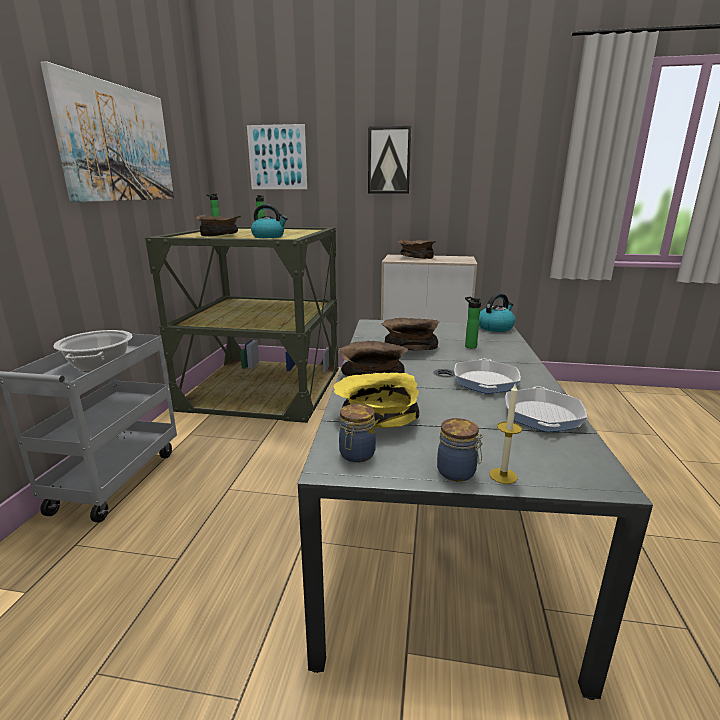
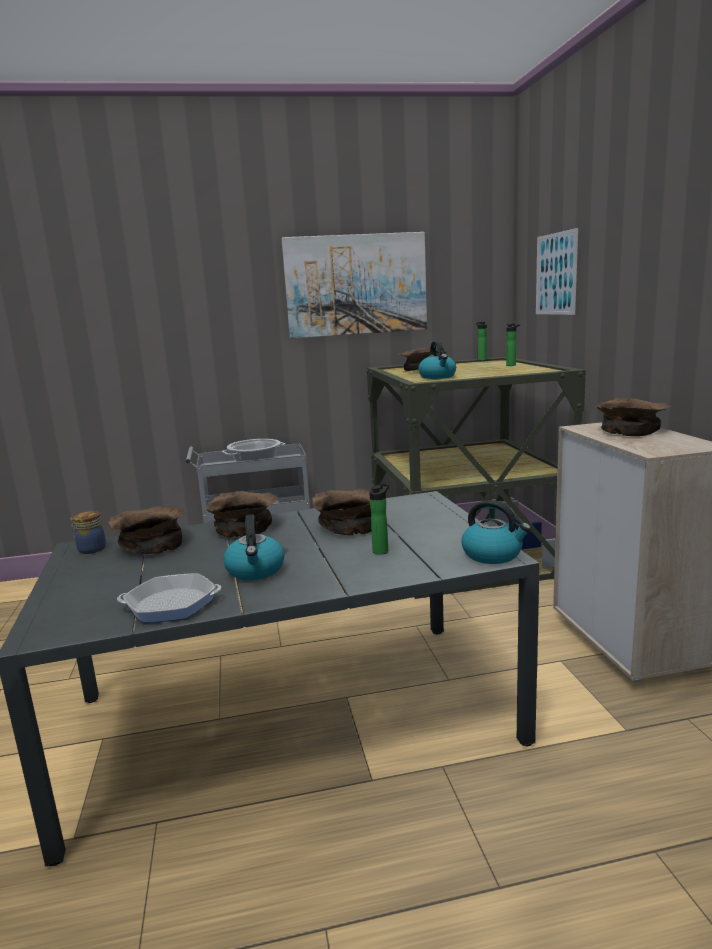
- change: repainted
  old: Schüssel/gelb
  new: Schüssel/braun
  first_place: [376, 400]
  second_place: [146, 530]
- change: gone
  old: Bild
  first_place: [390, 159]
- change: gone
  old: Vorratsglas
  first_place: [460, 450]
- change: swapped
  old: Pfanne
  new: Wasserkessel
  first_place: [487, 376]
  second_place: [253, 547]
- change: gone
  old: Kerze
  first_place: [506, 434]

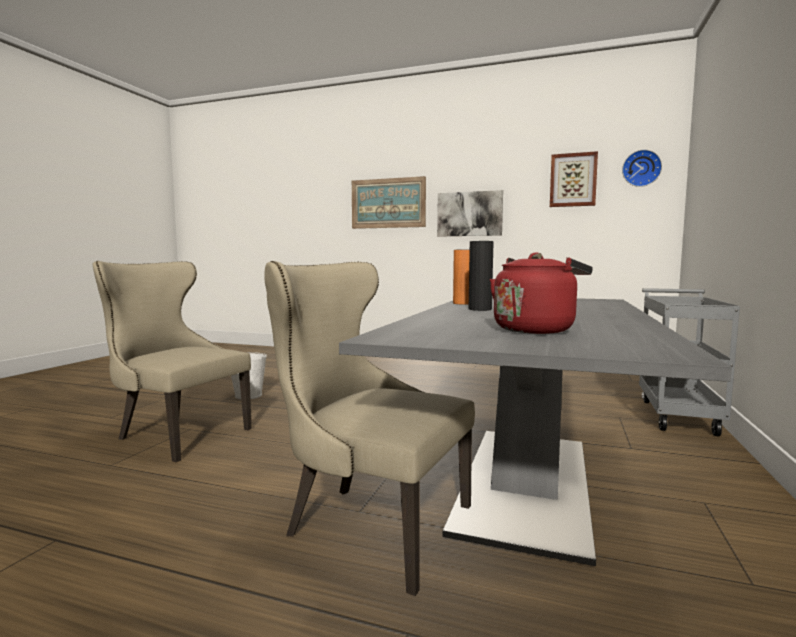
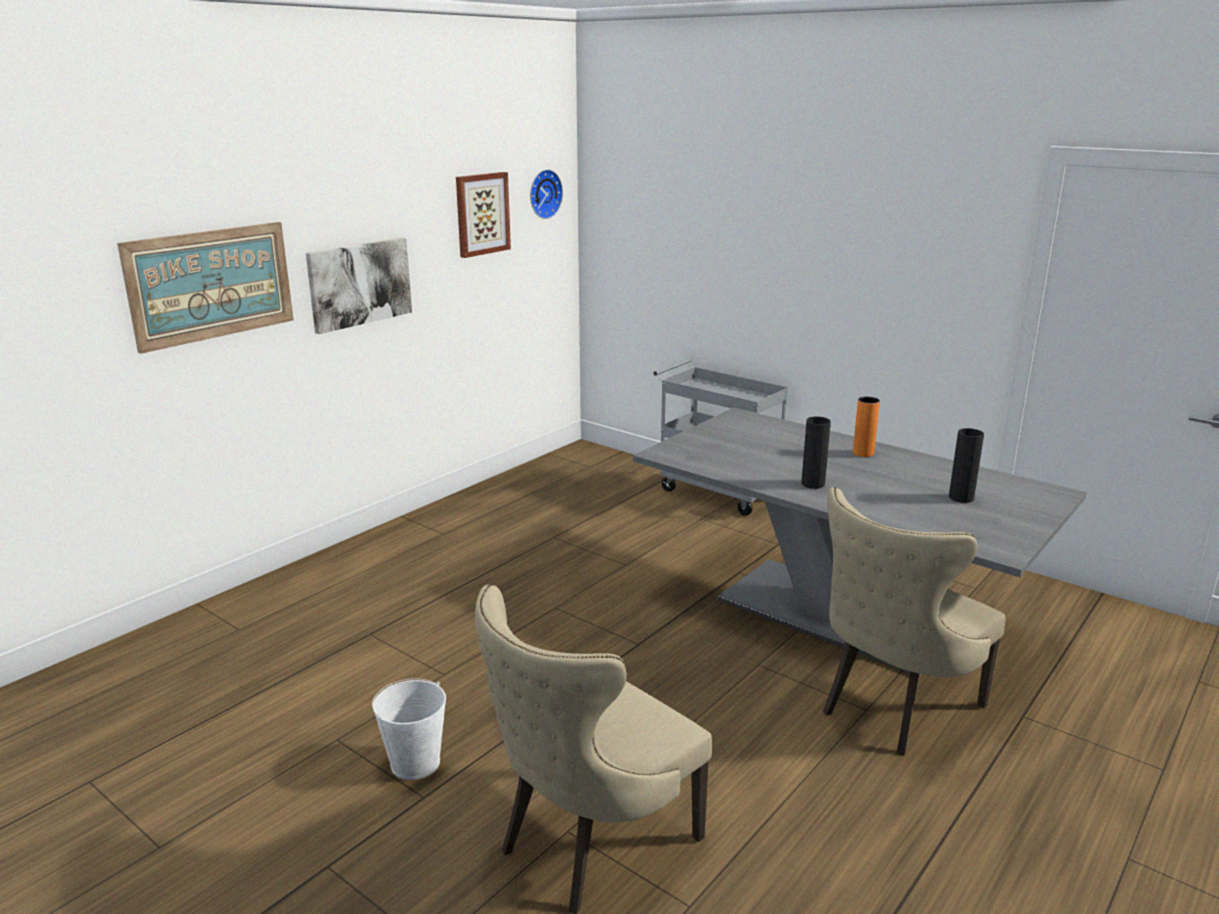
- change: shifted
  old: Vase/orange
  first_place: [461, 276]
  second_place: [866, 427]
- change: swapped
  old: Wasserkessel/rot
  new: Vase/schwarz
  first_place: [541, 293]
  second_place: [966, 465]

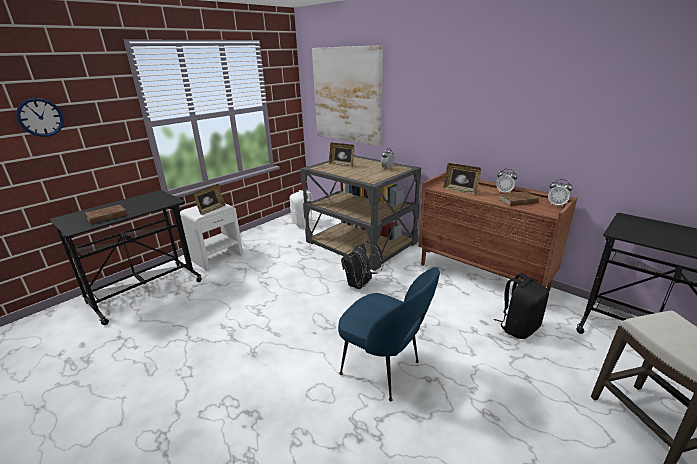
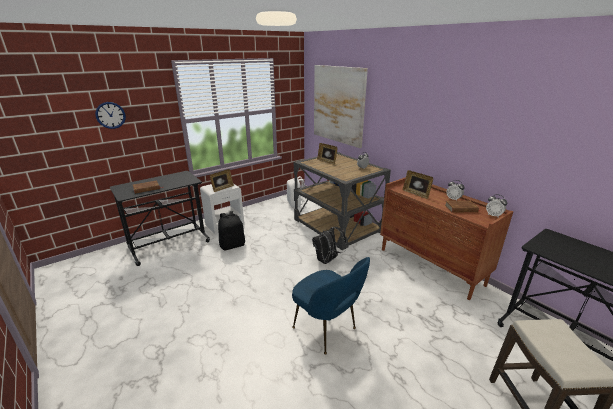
- change: shifted
  old: Rucksack/schwarz
  first_place: [521, 306]
  second_place: [231, 230]

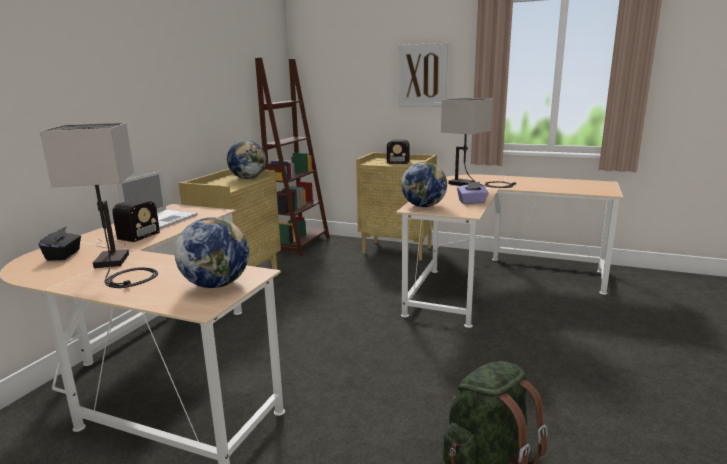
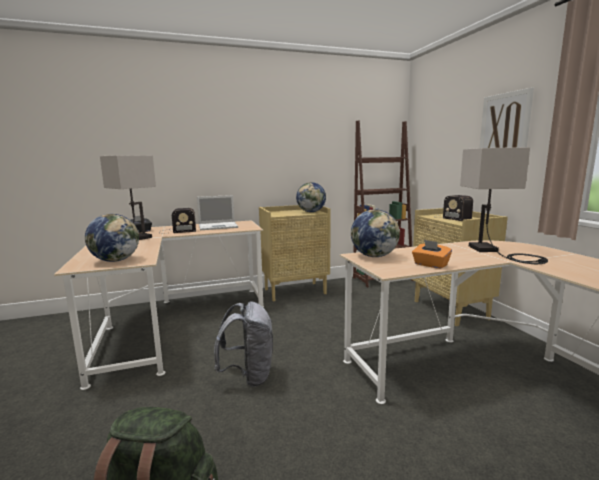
- change: repainted
  old: Taschentuchbox/lila
  new: Taschentuchbox/orange
  first_place: [473, 193]
  second_place: [432, 254]
- change: new
  new: Rucksack/grau
  second_place: [243, 344]

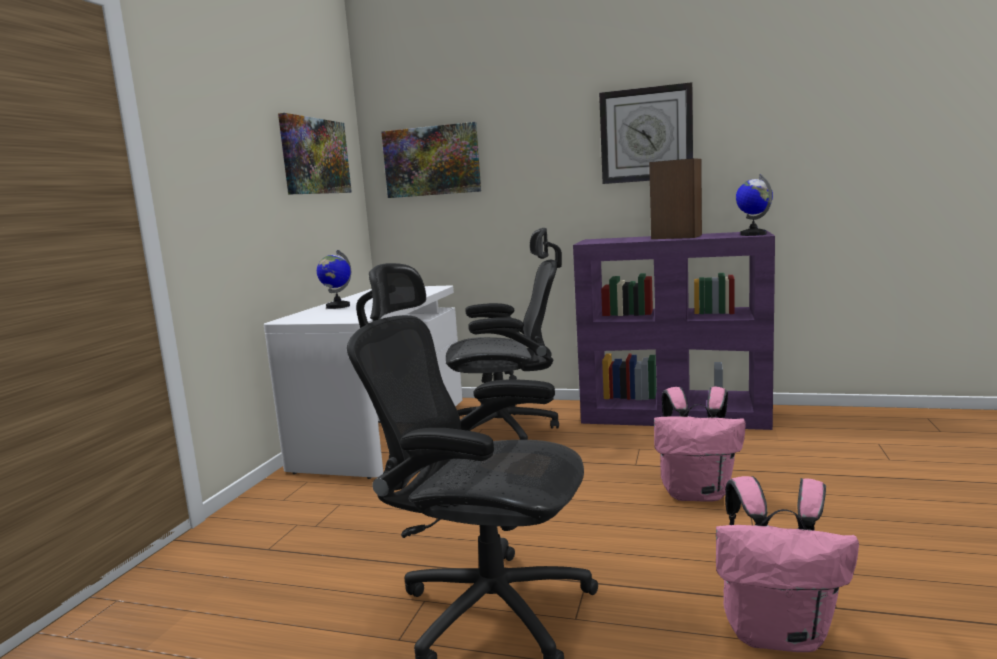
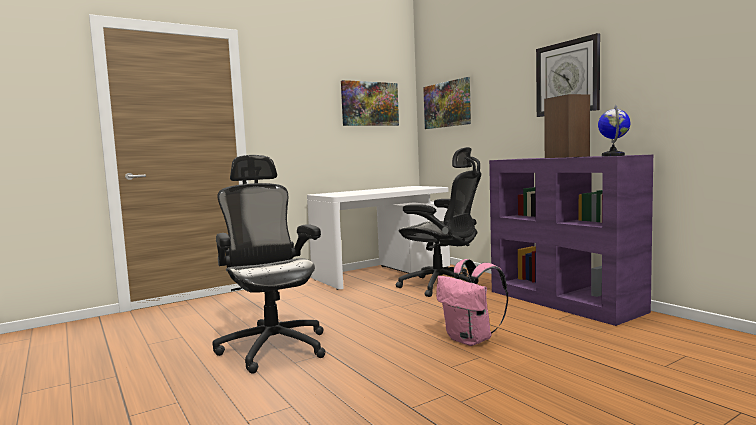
- change: gone
  old: Globus
  first_place: [334, 279]
- change: gone
  old: Rucksack/rosa
  first_place: [787, 564]

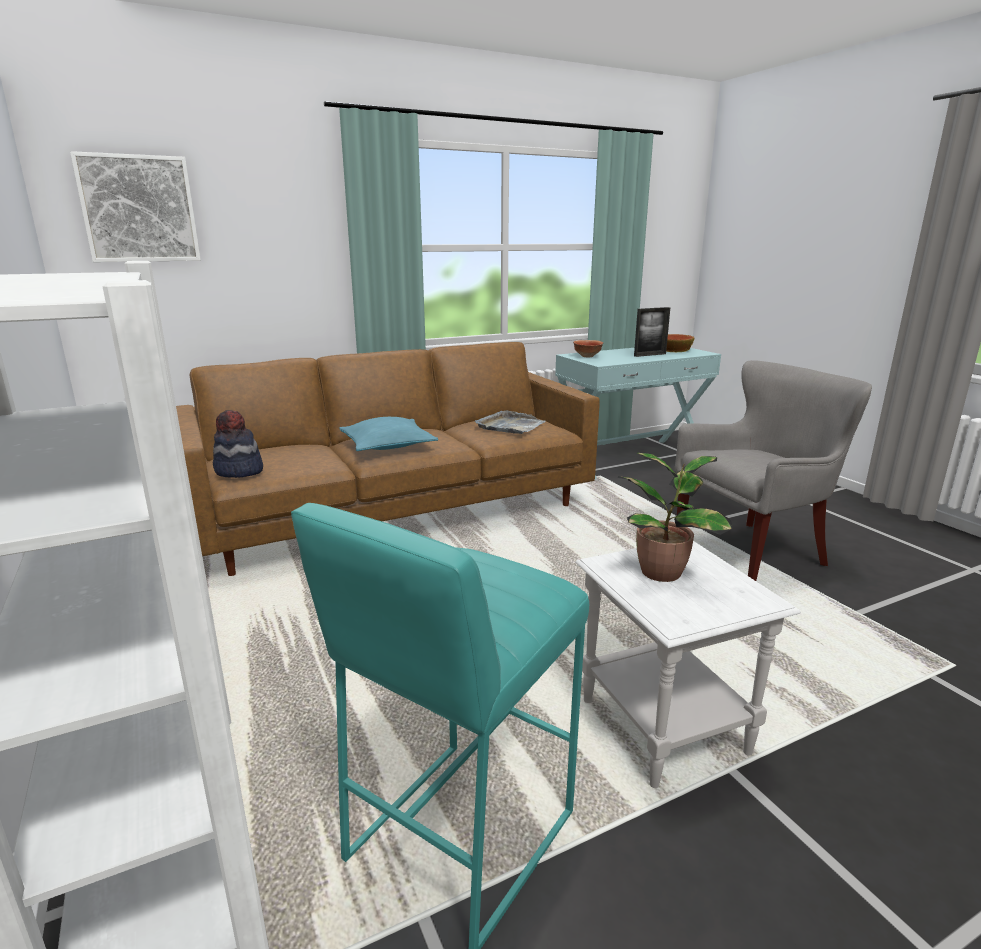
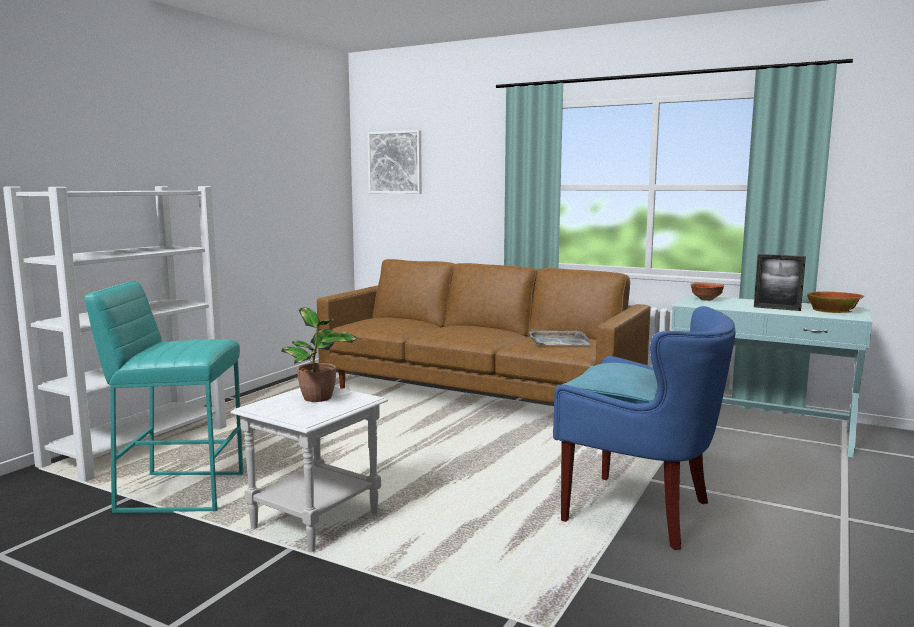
- change: gone
  old: Hut
  first_place: [238, 444]
- change: shifted
  old: Kissen/türkis
  first_place: [388, 434]
  second_place: [610, 382]
- change: repainted
  old: Sessel/grau
  new: Sessel/blau
  first_place: [773, 470]
  second_place: [644, 428]

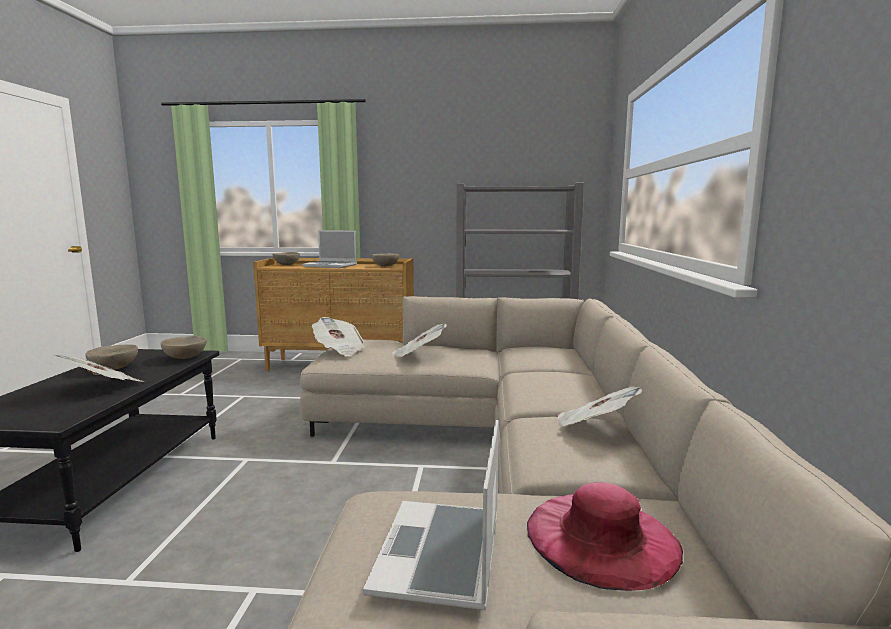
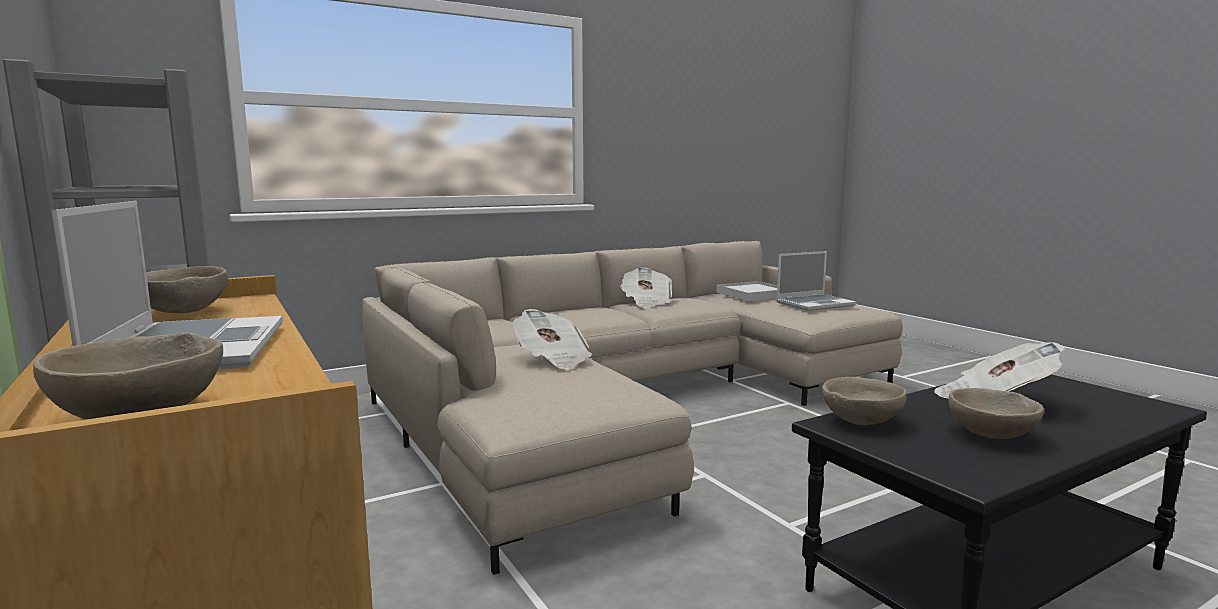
- change: gone
  old: Zeitung
  first_place: [339, 336]
- change: swapped
  old: Hut/rosa
  new: Tablett/weiß
  first_place: [605, 536]
  second_place: [746, 291]

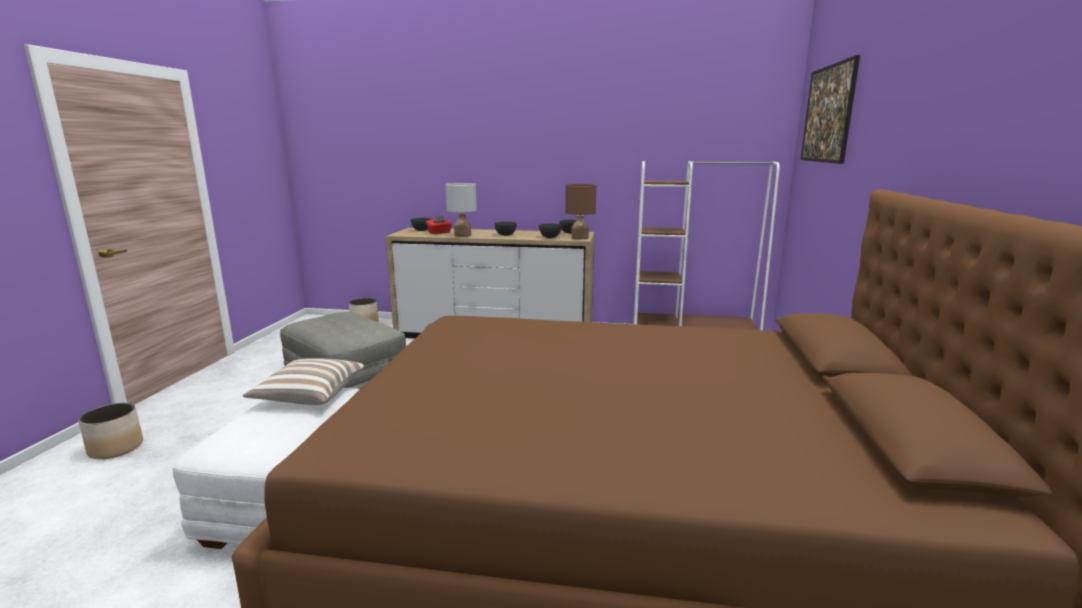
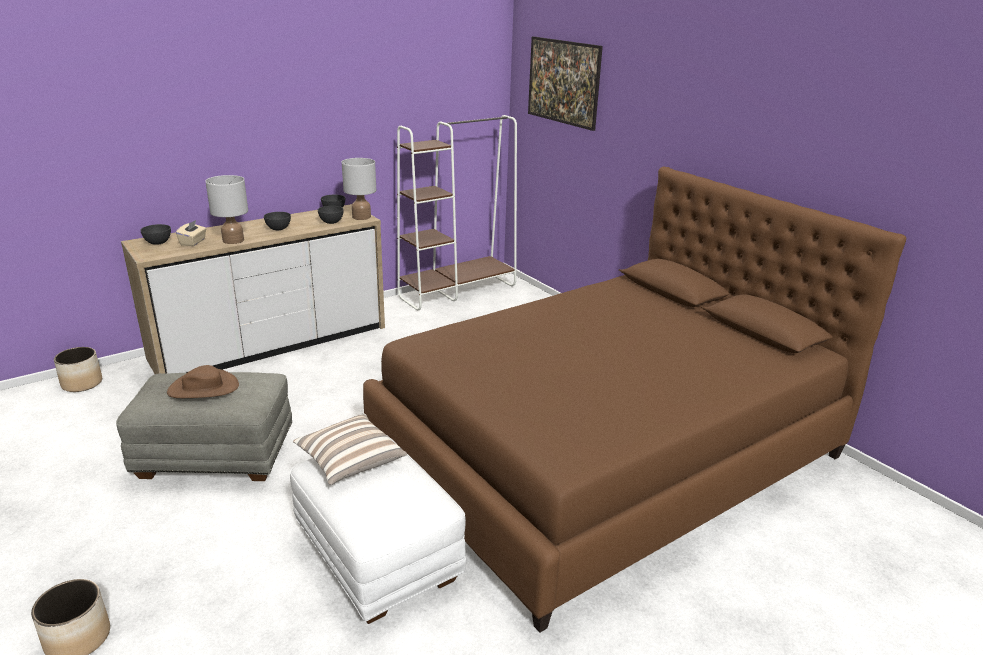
- change: repainted
  old: Taschentuchbox/rot
  new: Taschentuchbox/beige
  first_place: [439, 225]
  second_place: [191, 233]
- change: repainted
  old: Tischlampe/braun
  new: Tischlampe/grau
  first_place: [580, 212]
  second_place: [359, 189]
- change: new
  new: Hut/braun
  second_place: [203, 381]

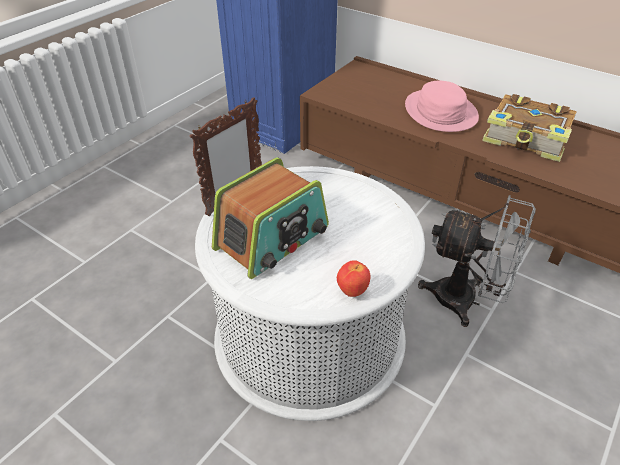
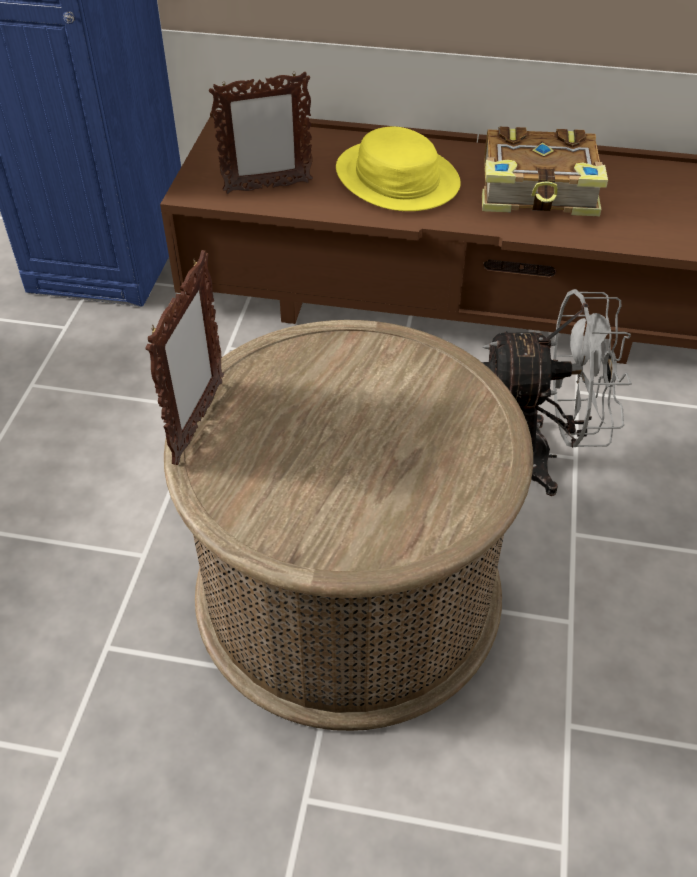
- change: repainted
  old: Couchtisch/weiß
  new: Couchtisch/braun
  first_place: [310, 293]
  second_place: [348, 525]
- change: gone
  old: Radio
  first_place: [270, 218]
- change: gone
  old: Apfel
  first_place: [354, 278]
- change: repainted
  old: Hut/rosa
  new: Hut/gelb
  first_place: [442, 106]
  second_place: [398, 169]
- change: new
  new: Bilderrahmen
  second_place: [261, 133]

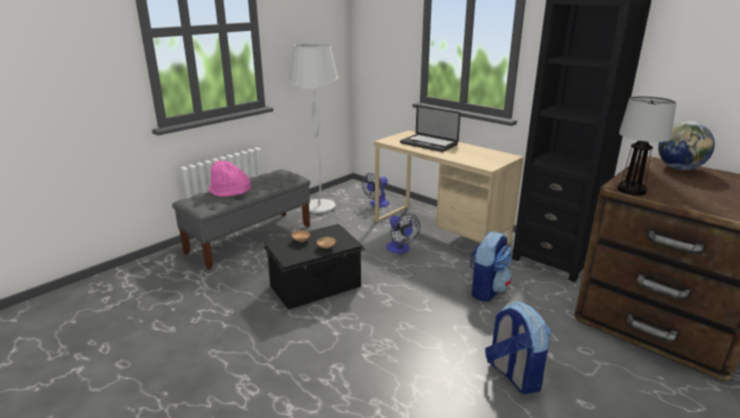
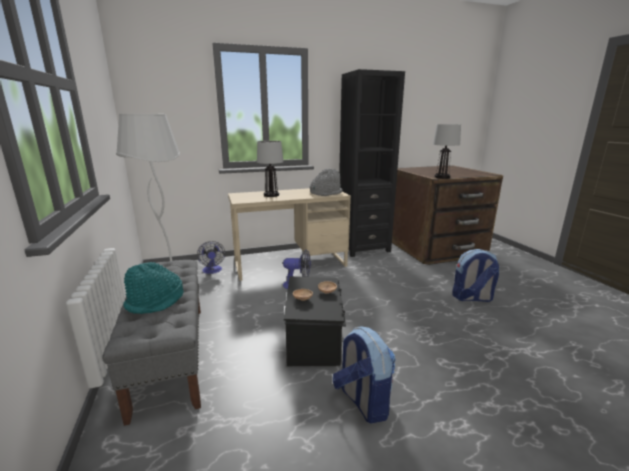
- change: repainted
  old: Hut/rosa
  new: Hut/türkis
  first_place: [230, 179]
  second_place: [153, 288]
- change: swapped
  old: Laptop
  new: Tischlampe
  first_place: [430, 128]
  second_place: [270, 169]
- change: shifted
  old: Rucksack
  first_place: [491, 266]
  second_place: [364, 375]
- change: gone
  old: Globus
  first_place: [686, 145]
- change: new
  new: Hut/grau
  second_place: [326, 182]

